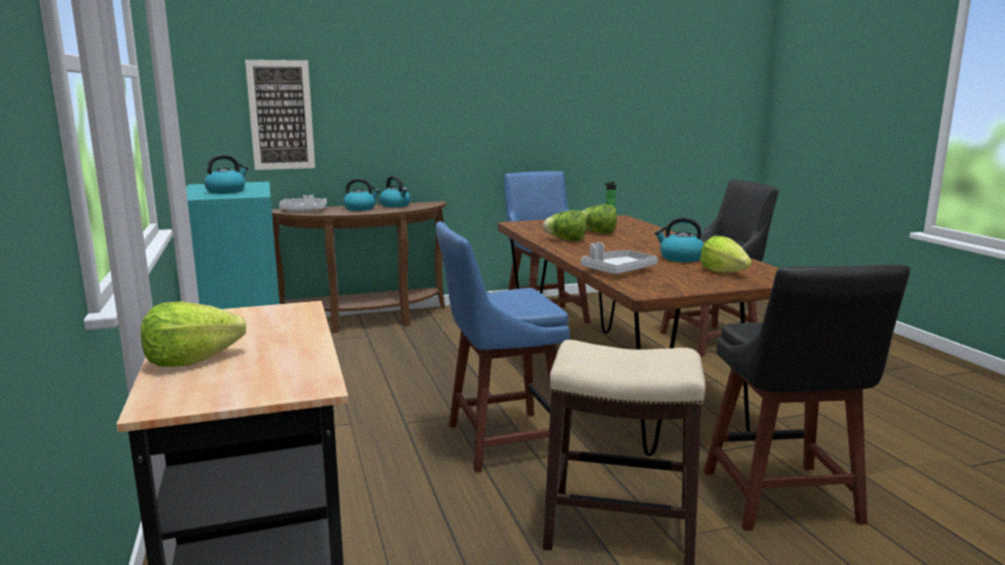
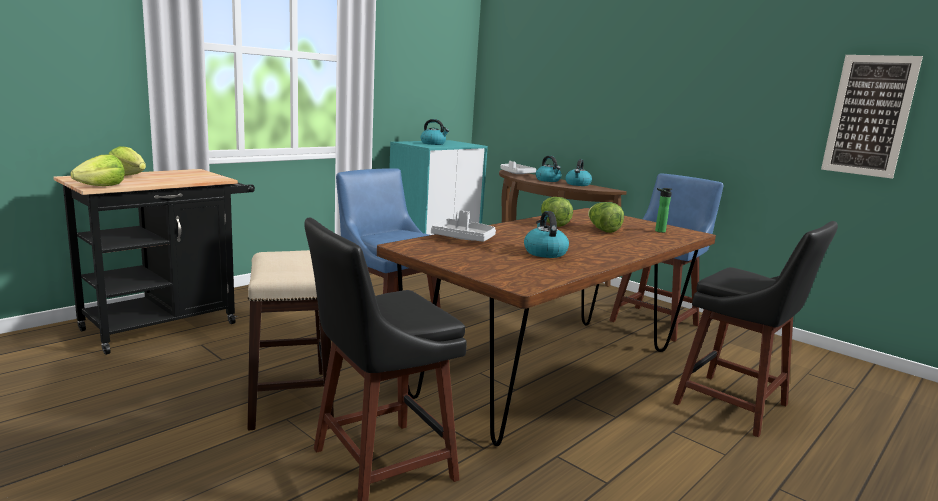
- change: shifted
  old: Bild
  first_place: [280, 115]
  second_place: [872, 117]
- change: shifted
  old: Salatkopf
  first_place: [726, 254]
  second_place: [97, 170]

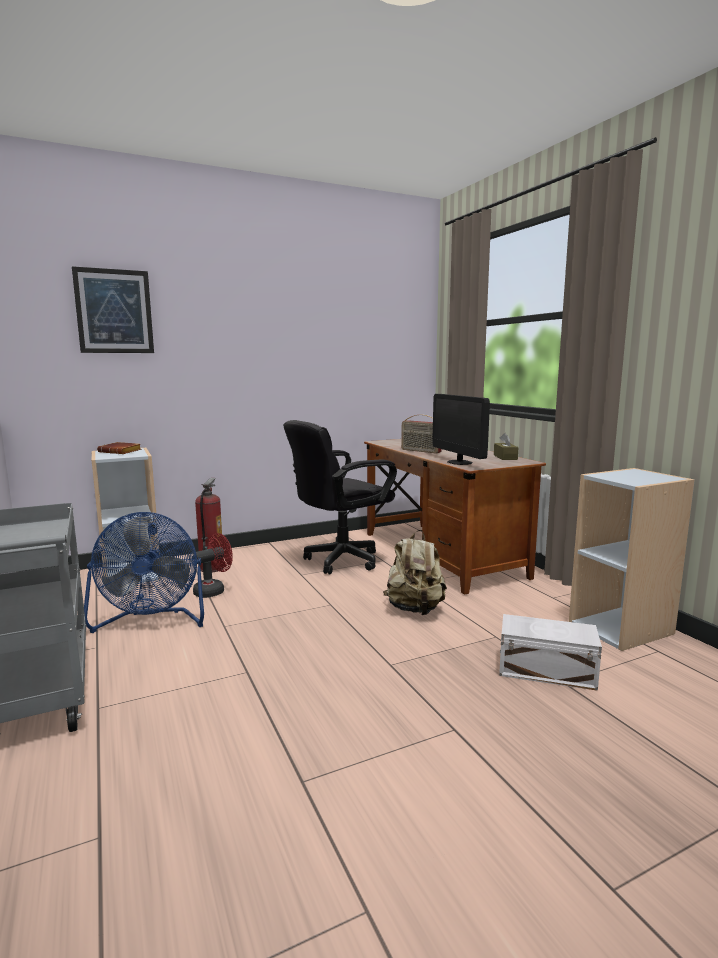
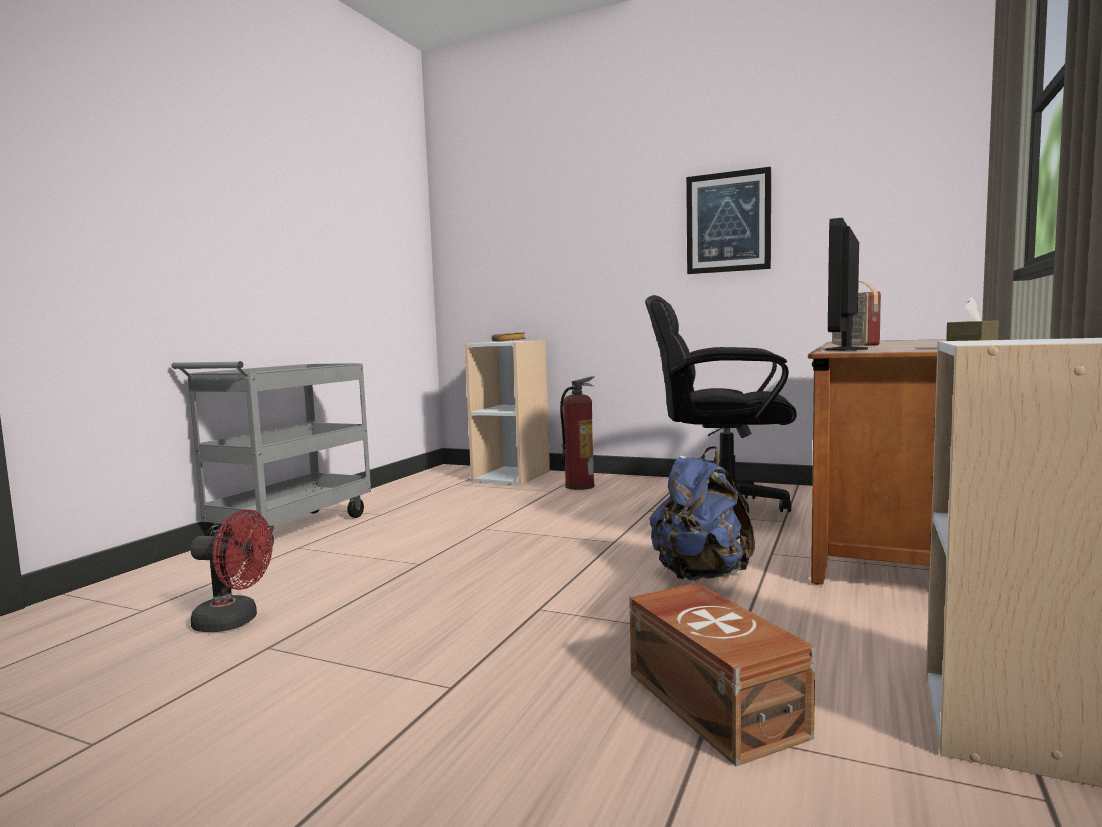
- change: shifted
  old: Bild
  first_place: [113, 309]
  second_place: [728, 220]
- change: gone
  old: Ventilator/blau
  first_place: [144, 572]
- change: shifted
  old: Ventilator/rot
  first_place: [213, 565]
  second_place: [232, 571]
- change: repainted
  old: Rucksack/beige
  new: Rucksack/blau
  first_place: [415, 572]
  second_place: [702, 513]
- change: repainted
  old: Aufbewahrungsbox/weiß
  new: Aufbewahrungsbox/braun
  first_place: [550, 652]
  second_place: [722, 674]

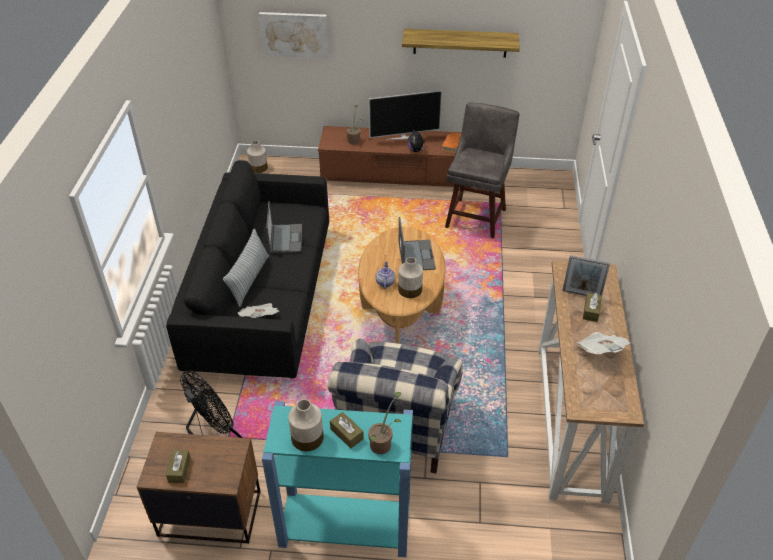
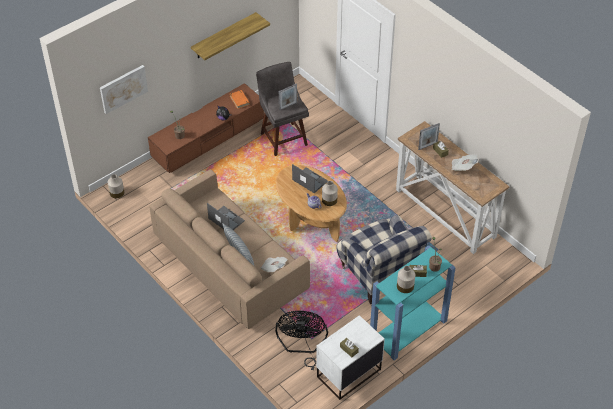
- change: repainted
  old: Nachttisch/braun
  new: Nachttisch/weiß
  first_place: [199, 488]
  second_place: [350, 357]
- change: repainted
  old: Sofa/schwarz
  new: Sofa/beige
  first_place: [247, 269]
  second_place: [229, 249]
- change: gone
  old: Fernseher
  first_place: [405, 115]
- change: new
  new: Bilderrahmen
  second_place: [288, 97]

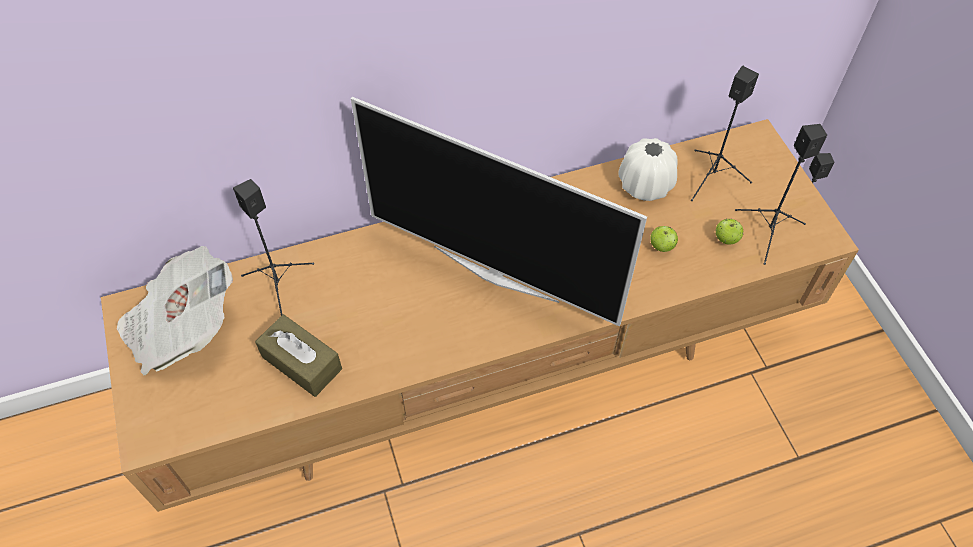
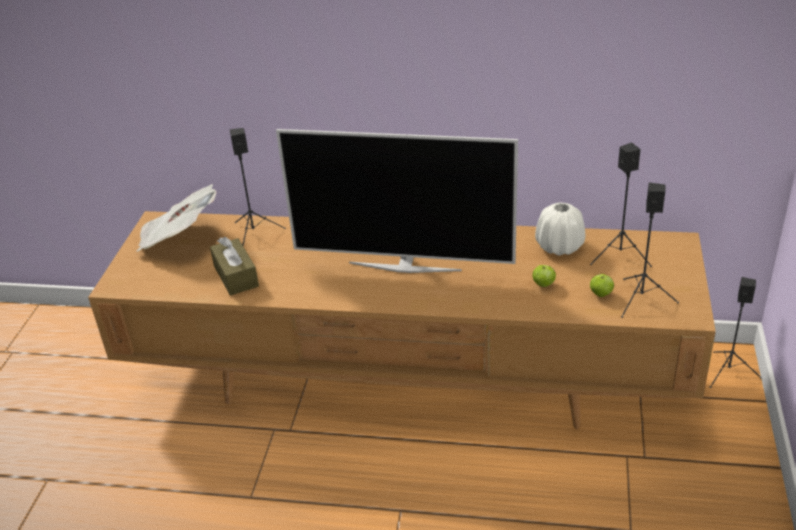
- change: rotated
  old: Fernseher
  first_place: [499, 212]
  second_place: [397, 201]
  degrees: -45

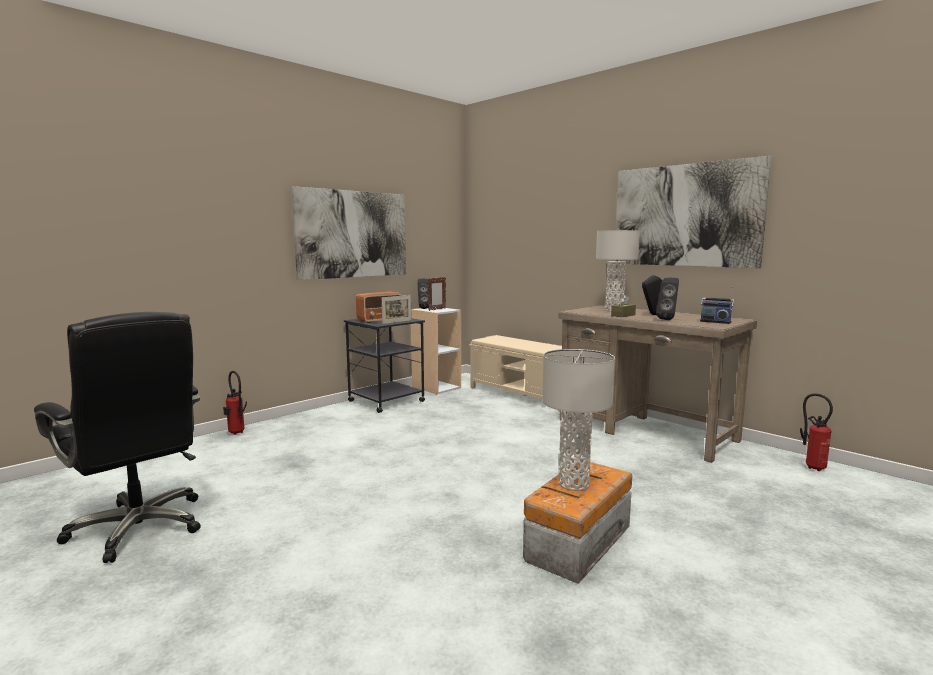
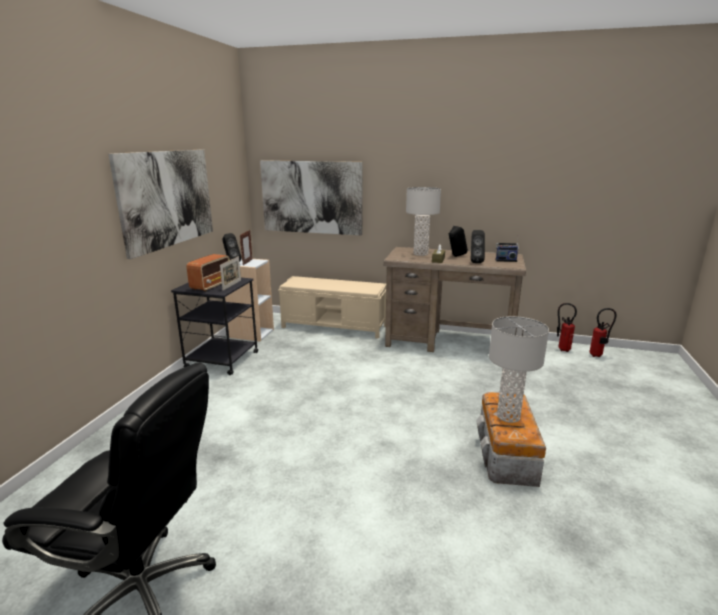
- change: shifted
  old: Feuerlöscher
  first_place: [235, 403]
  second_place: [602, 332]
- change: shifted
  old: Bild
  first_place: [693, 212]
  second_place: [311, 197]

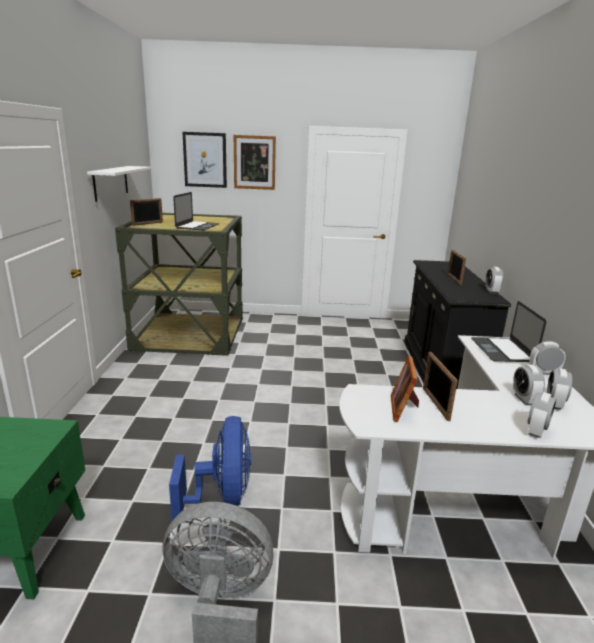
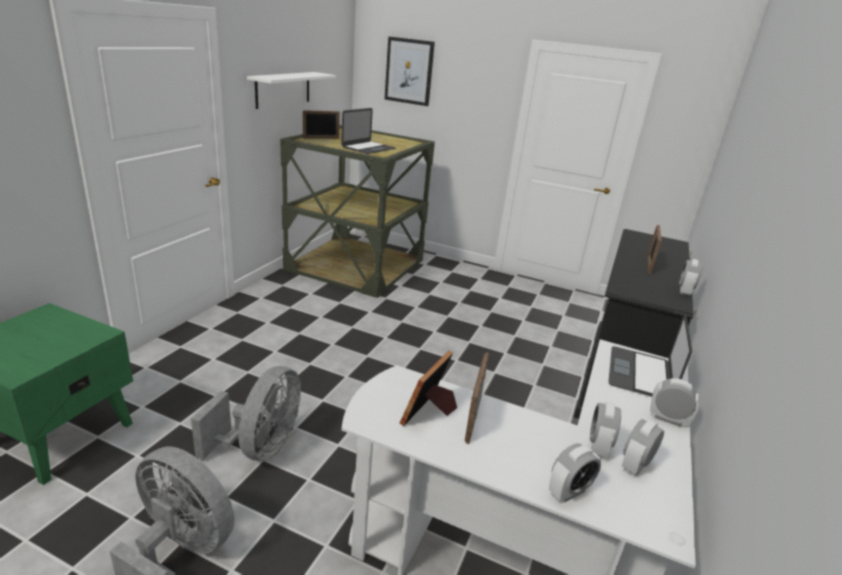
- change: repainted
  old: Ventilator/blau
  new: Ventilator/grau
  first_place: [210, 468]
  second_place: [246, 413]
- change: gone
  old: Bild
  first_place: [255, 162]

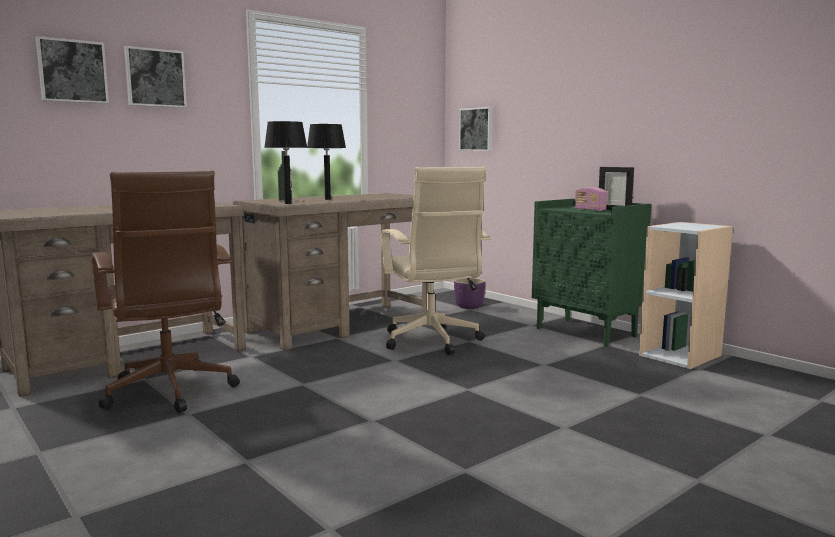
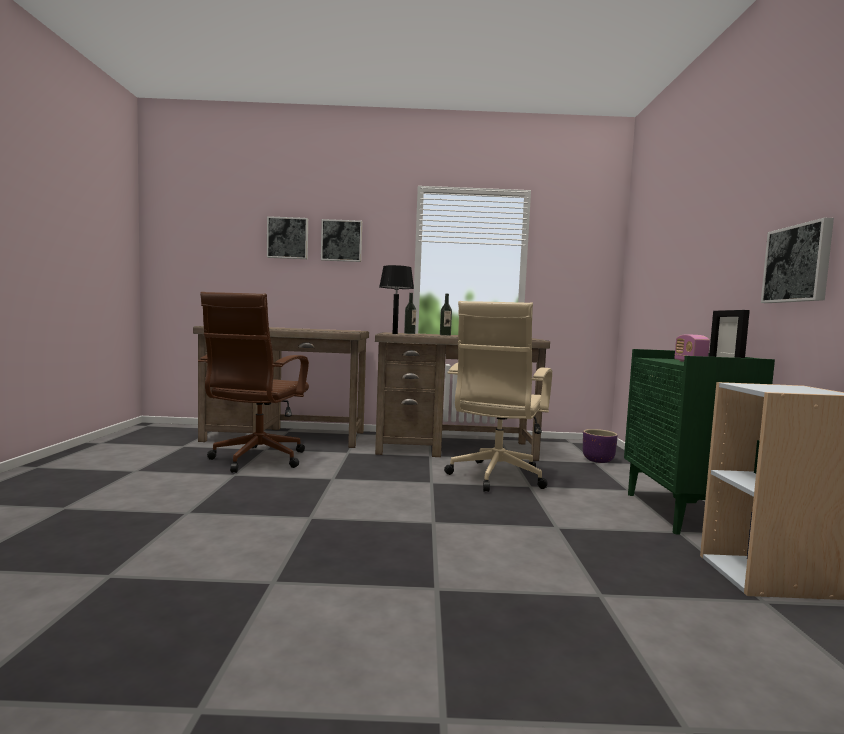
- change: swapped
  old: Tischlampe/schwarz
  new: Flasche
  first_place: [326, 162]
  second_place: [446, 315]
- change: shifted
  old: Bild
  first_place: [476, 129]
  second_place: [797, 260]

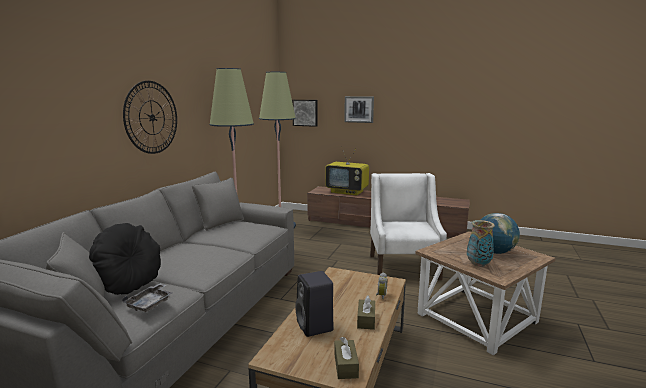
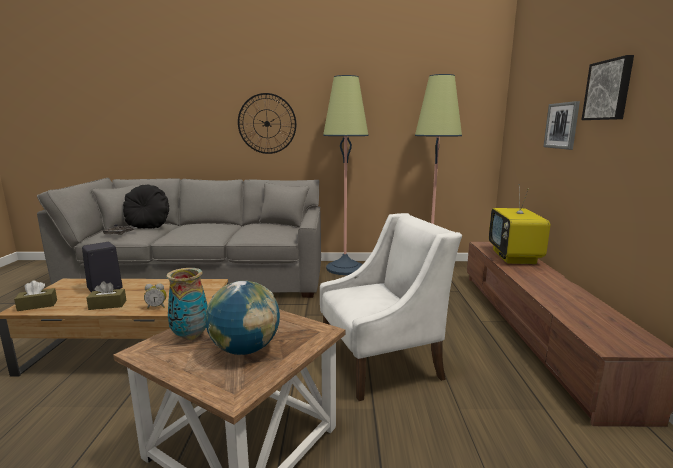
- change: shifted
  old: Bild
  first_place: [305, 113]
  second_place: [608, 87]

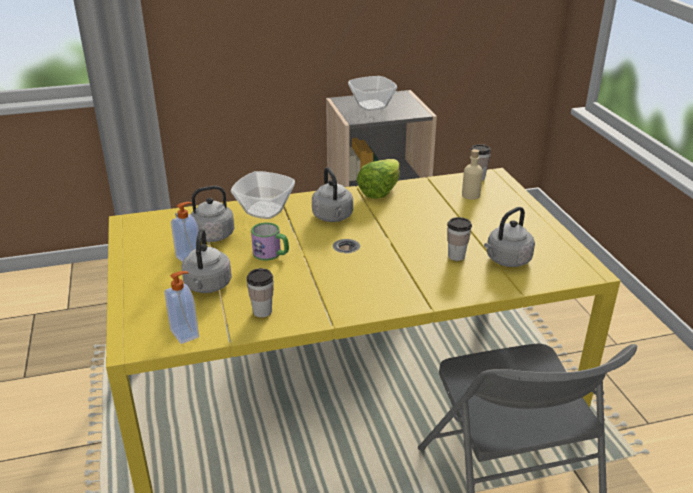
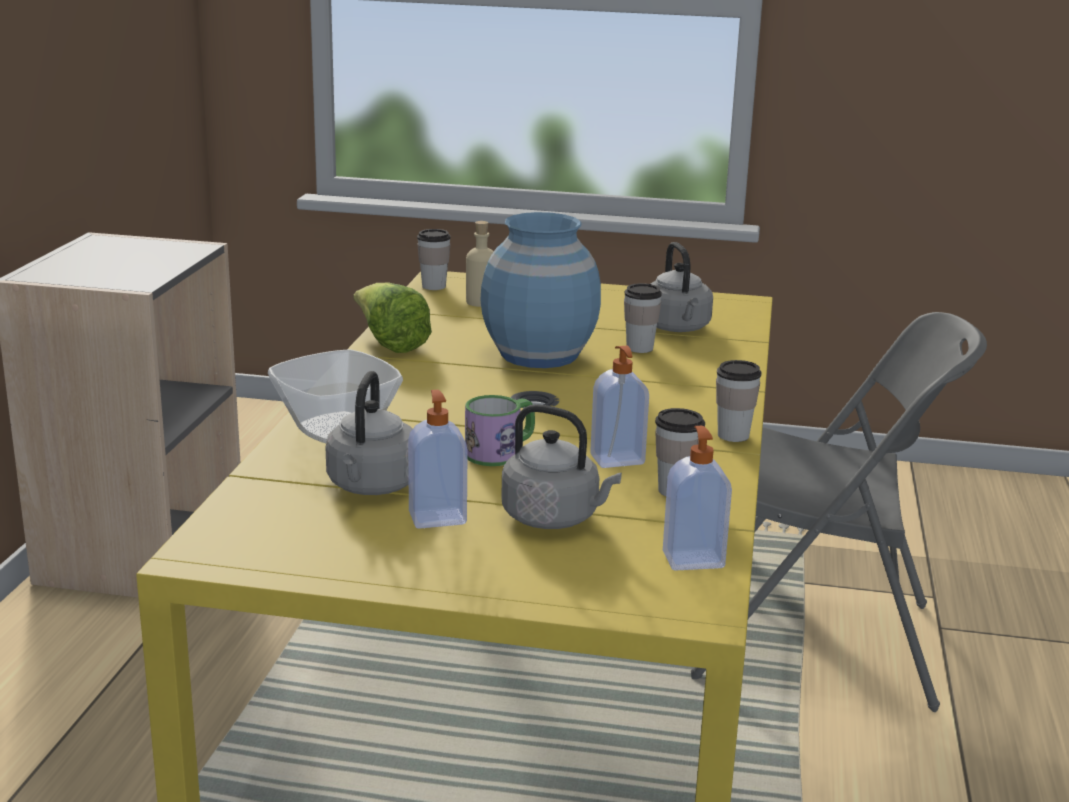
- change: gone
  old: Wasserkessel/grau
  first_place: [332, 194]
- change: gone
  old: Schüssel
  first_place: [372, 93]
- change: new
  new: Vase/blau
  second_place: [540, 290]
- change: new
  new: Seifenspender
  second_place: [619, 407]
- change: new
  new: Tasse
  second_place: [739, 401]

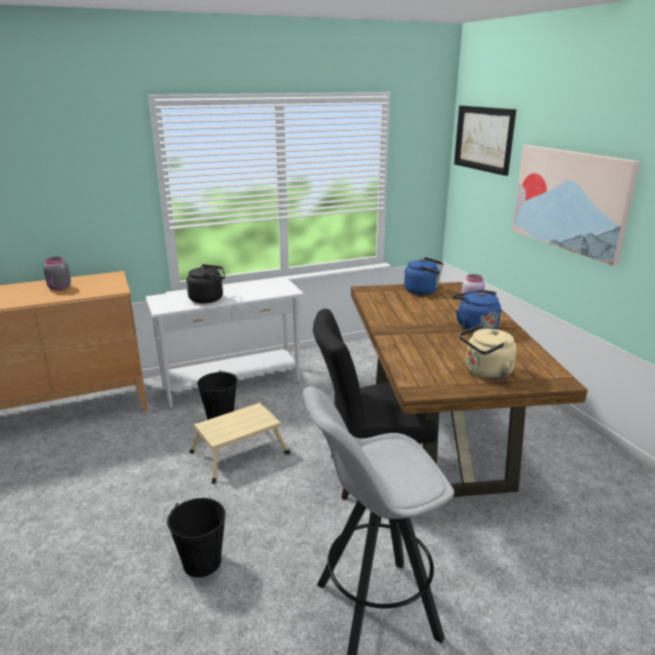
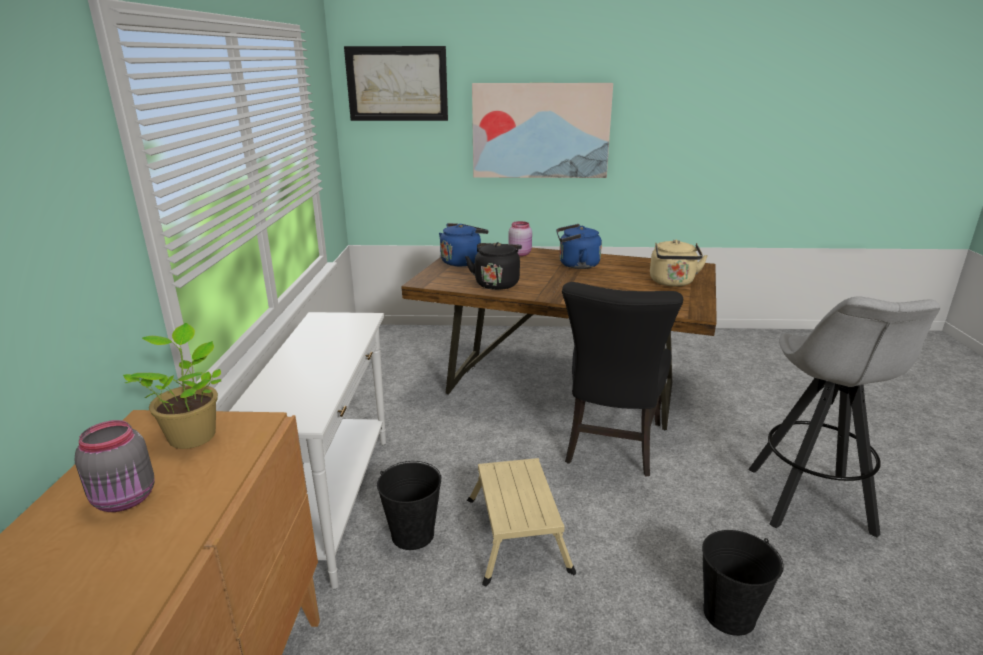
- change: shifted
  old: Wasserkessel/schwarz
  first_place: [205, 283]
  second_place: [493, 266]
- change: new
  new: Topfpflanze
  second_place: [172, 386]

